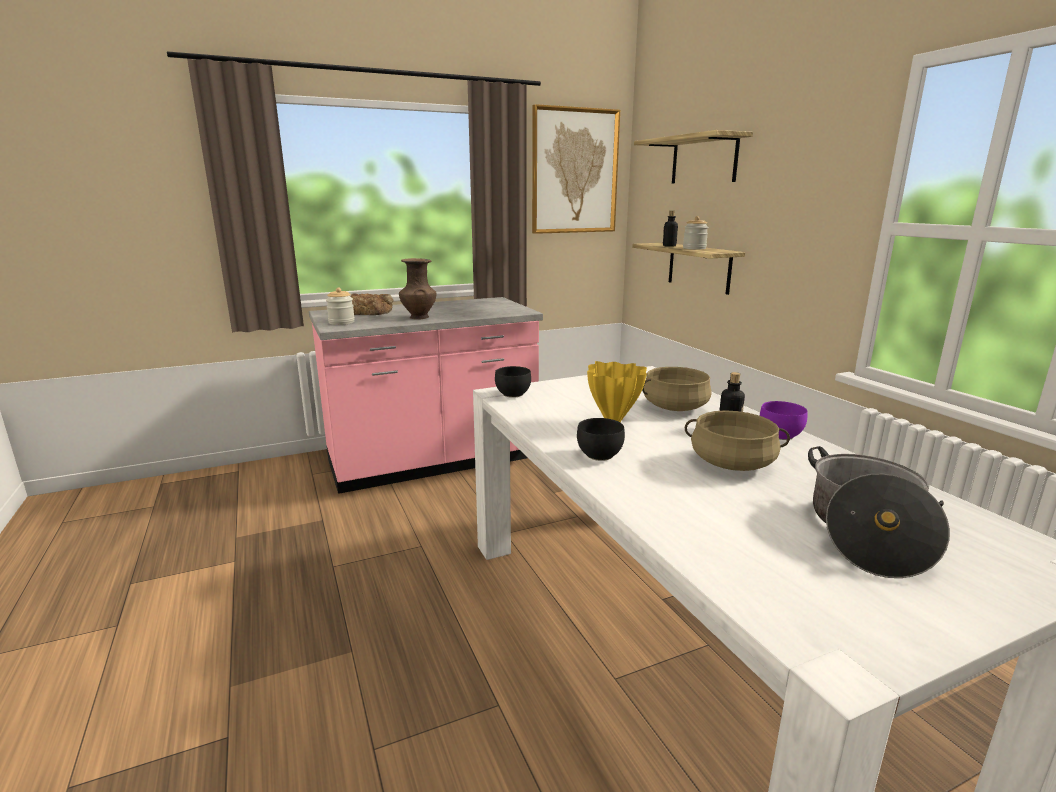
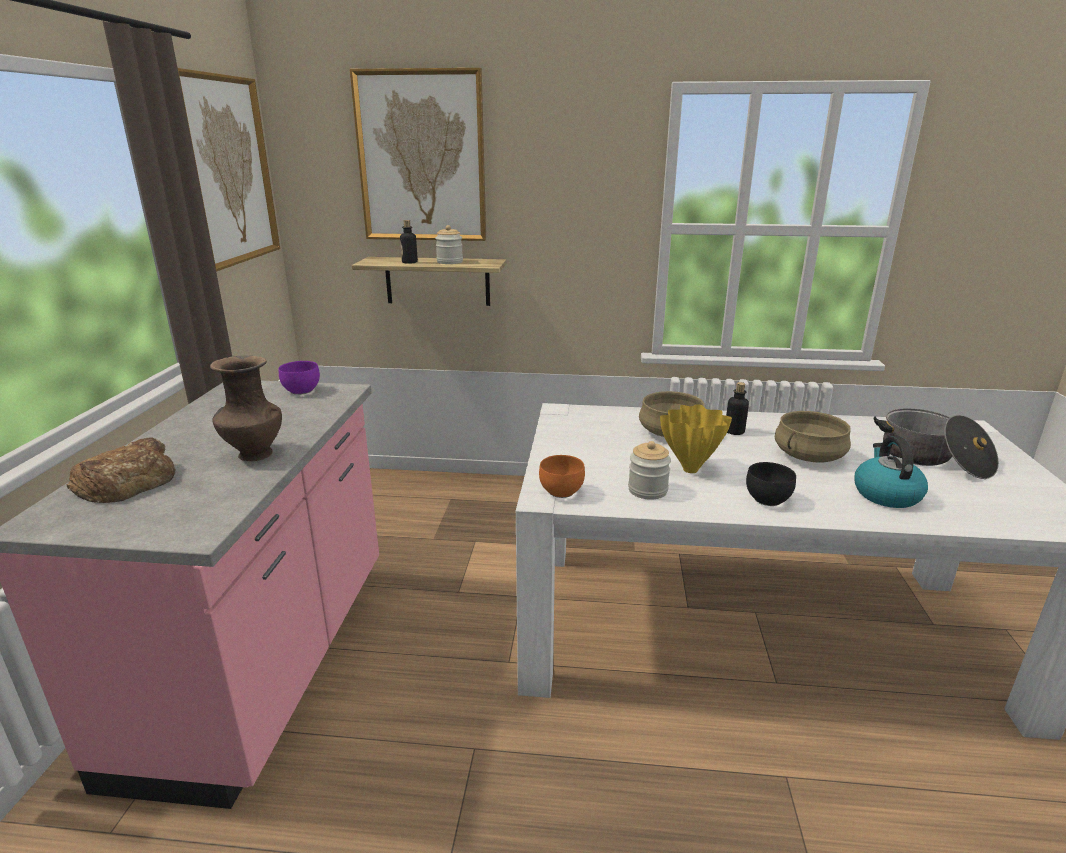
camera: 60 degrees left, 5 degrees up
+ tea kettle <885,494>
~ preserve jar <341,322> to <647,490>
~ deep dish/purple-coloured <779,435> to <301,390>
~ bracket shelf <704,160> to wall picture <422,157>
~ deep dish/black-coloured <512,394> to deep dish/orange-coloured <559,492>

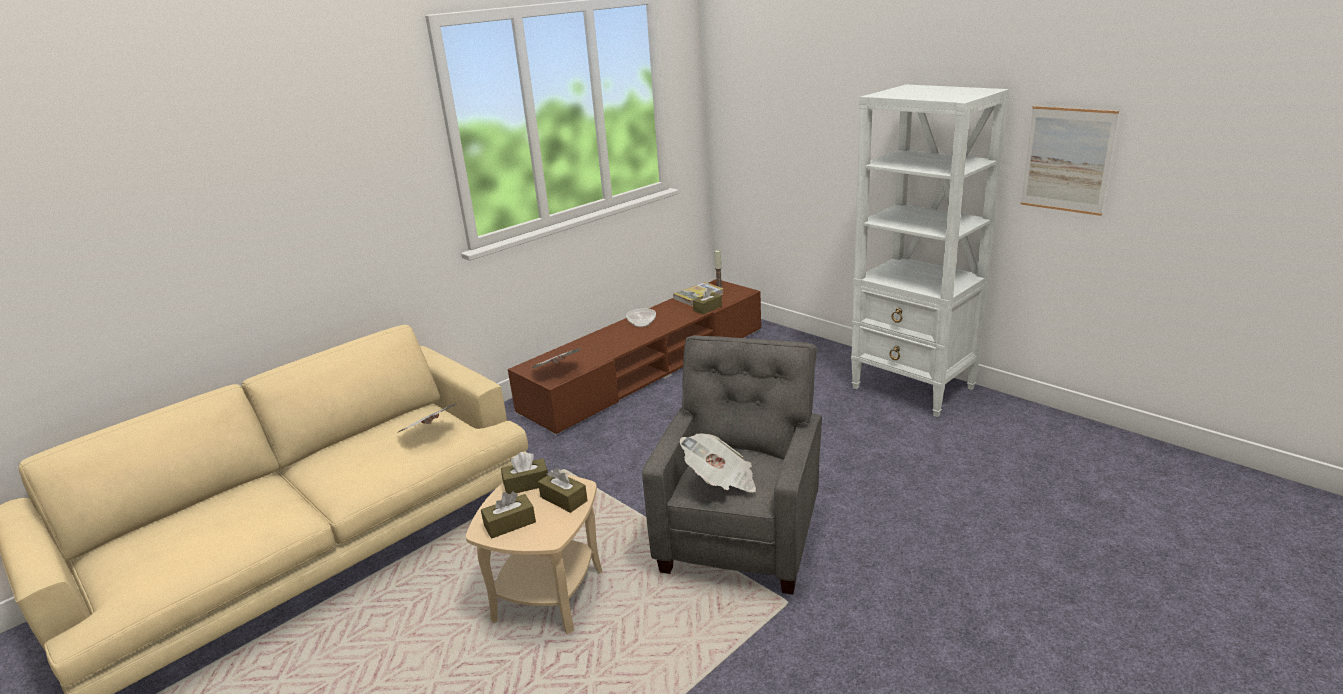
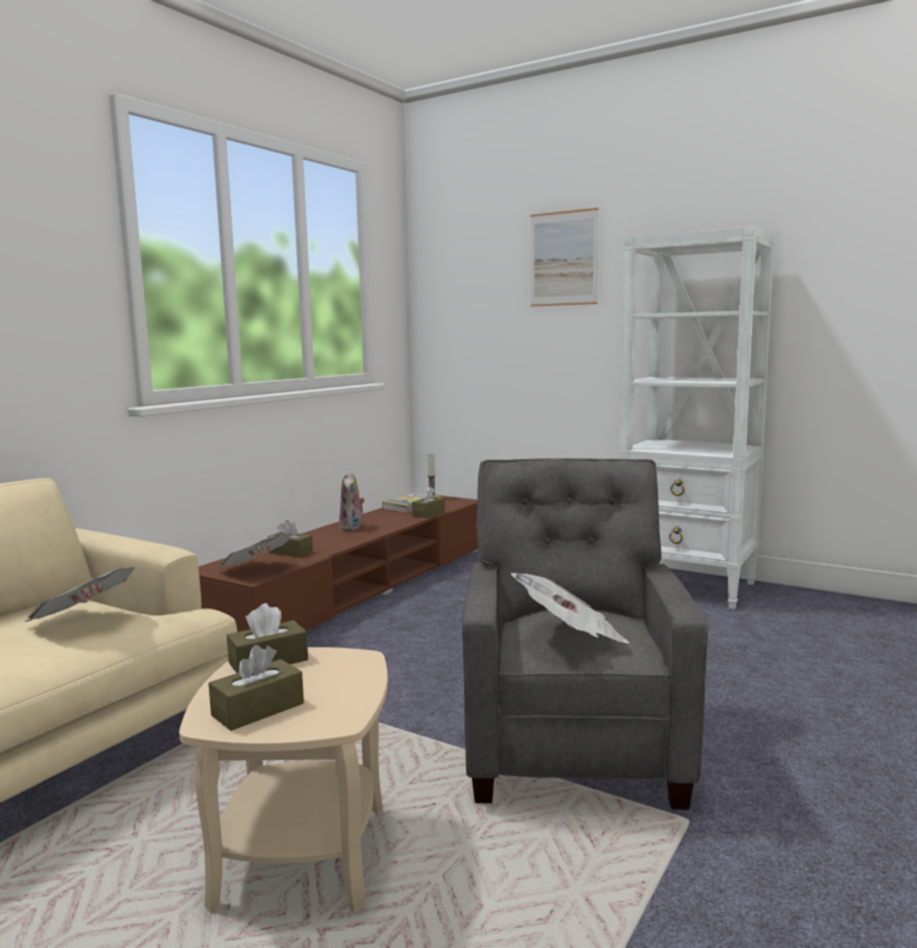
camera: 15 degrees left, 15 degrees down
~ box of tissues/brown-coloured <563,499> to <290,552>
~ wall picture <1067,160> to <563,258>
~ deep dish <641,323> to plush toy <352,527>

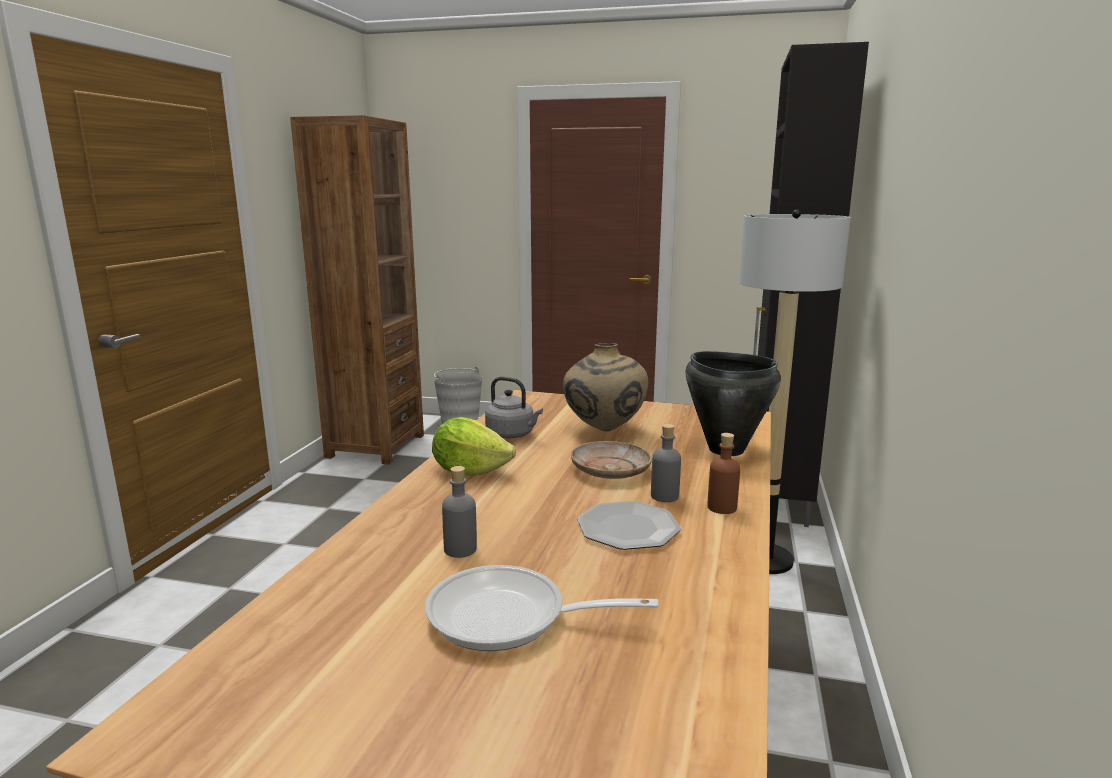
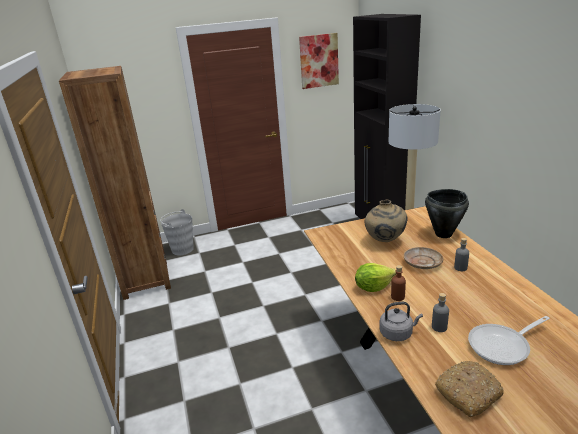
camera: 30 degrees left, 10 degrees up
- plate <628,528>
+ wall picture <319,61>
+ baked bread <468,392>
~ tea kettle/grey <512,435> to <397,333>
~ drink bottle/brown-coloured <722,507> to <397,297>

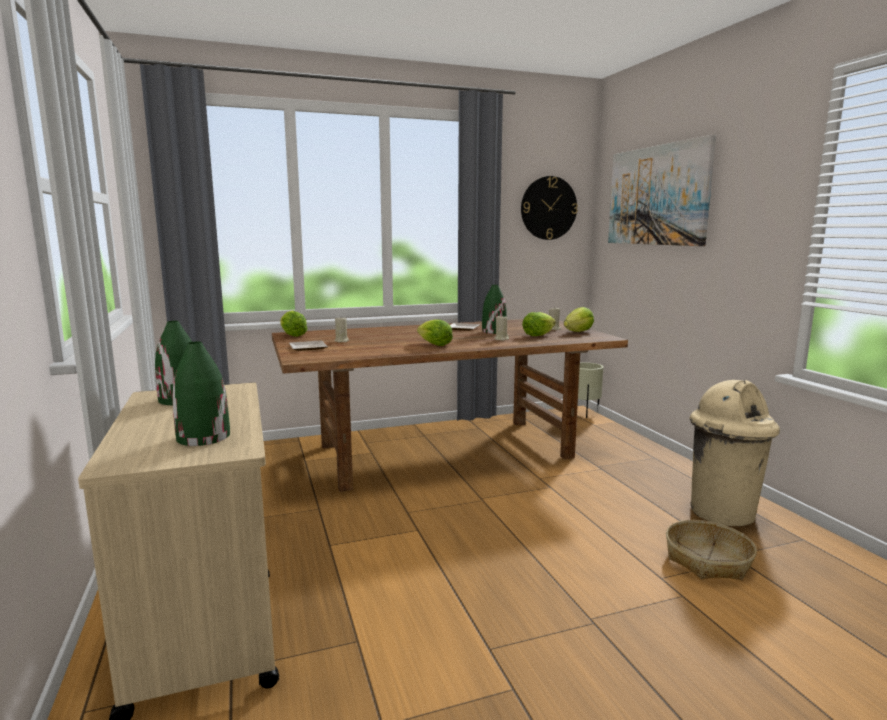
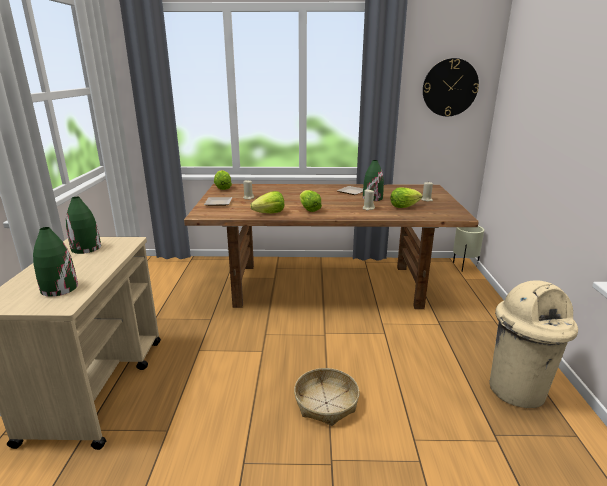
camera: 20 degrees right, 10 degrees up
- wall picture <657,196>
~ head of lettuce <578,332> to <269,213>
~ household basket <708,560> to <326,403>

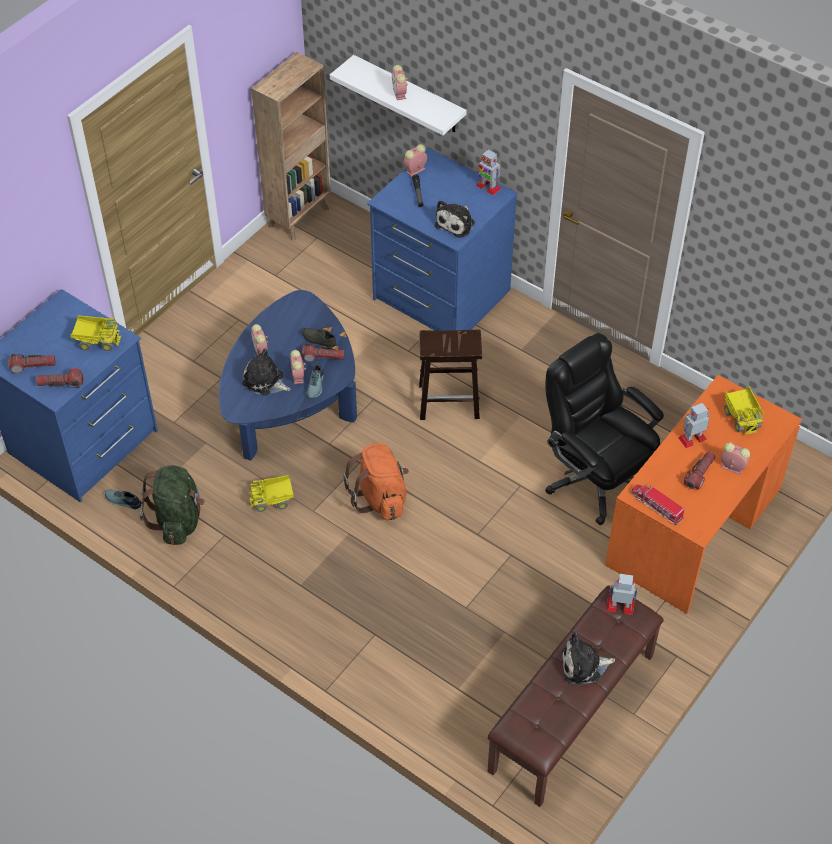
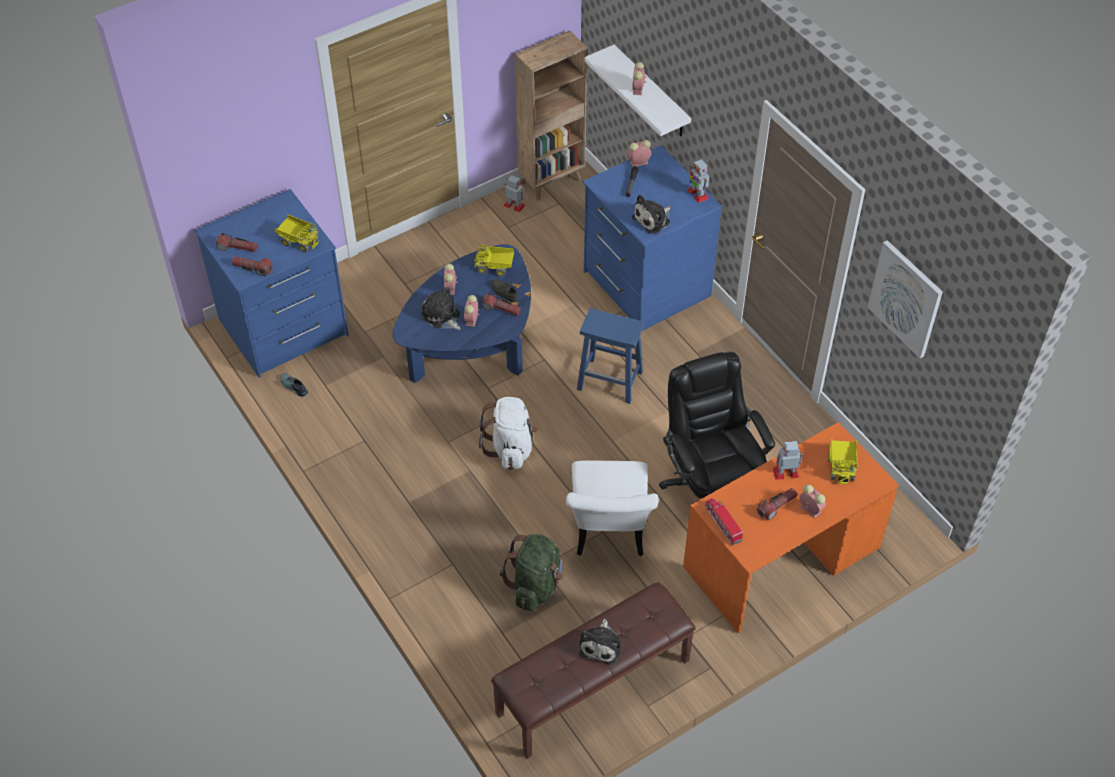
camera: 20 degrees right, 0 degrees up
- low shoe <316,385>
+ chair/white <608,533>
+ wall picture <906,298>
~ rucksack/green <178,520> to <535,585>
~ toy truck <273,500> to <495,267>
~ toy robot <620,606> to <514,205>
~ rucksack/orange-coloured <380,498> to rucksack/white <511,448>
~ sitting stool/brown-coloured <450,401> to sitting stool/bluish <611,380>
~ plush toy <584,666> = <601,645> 90 degrees counterclockwise

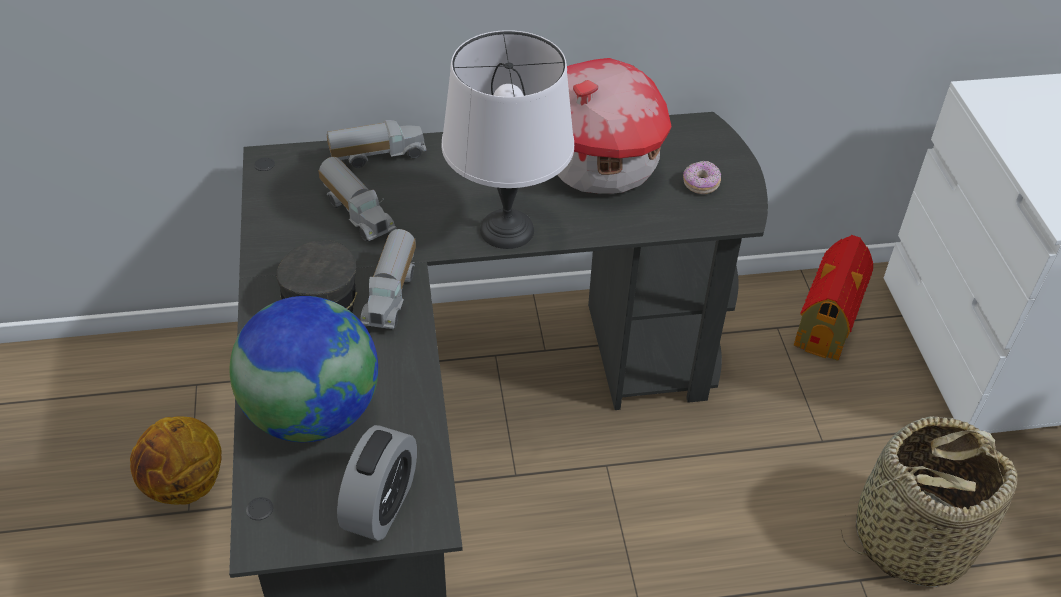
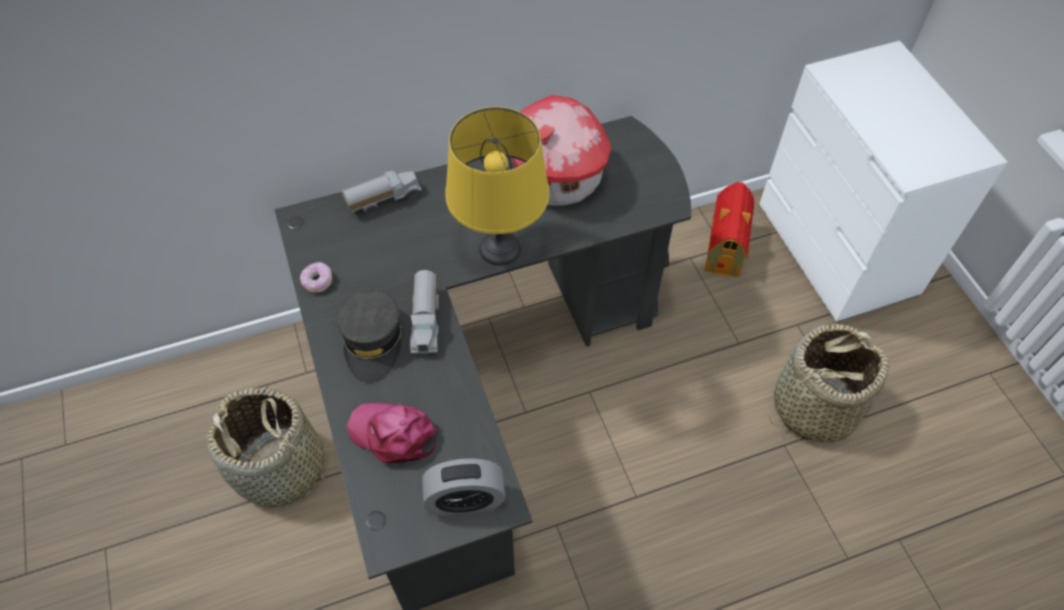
camera: 10 degrees left, 10 degrees up
- toy truck <358,213>
~ donut <700,184> to <317,281>
~ basketball ball <185,486> to household basket <281,469>
~ world globe <313,414> to baseball cap/pinkish <394,434>
~ lamp for a table/white <505,230> to lamp for a table/yellow <499,249>
~ alarm clock <381,506> = <465,500> 75 degrees clockwise

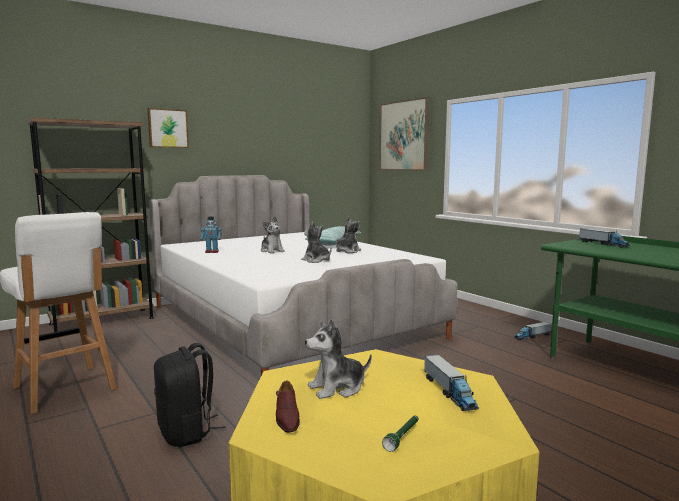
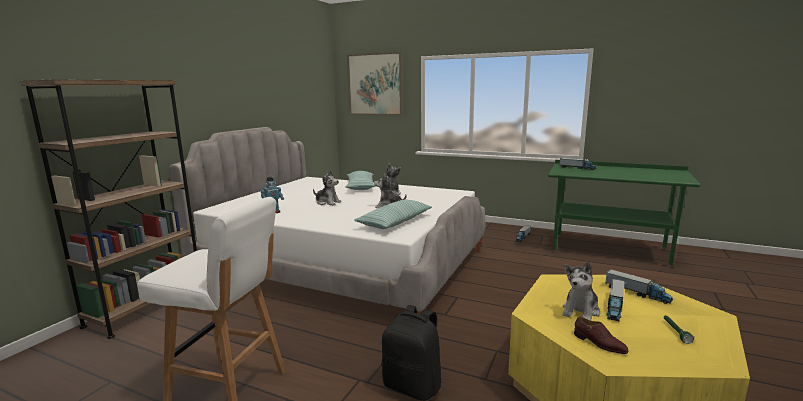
camera: 30 degrees left, 5 degrees up
- wall picture <167,128>
+ pillow <395,222>
+ toy truck <614,307>

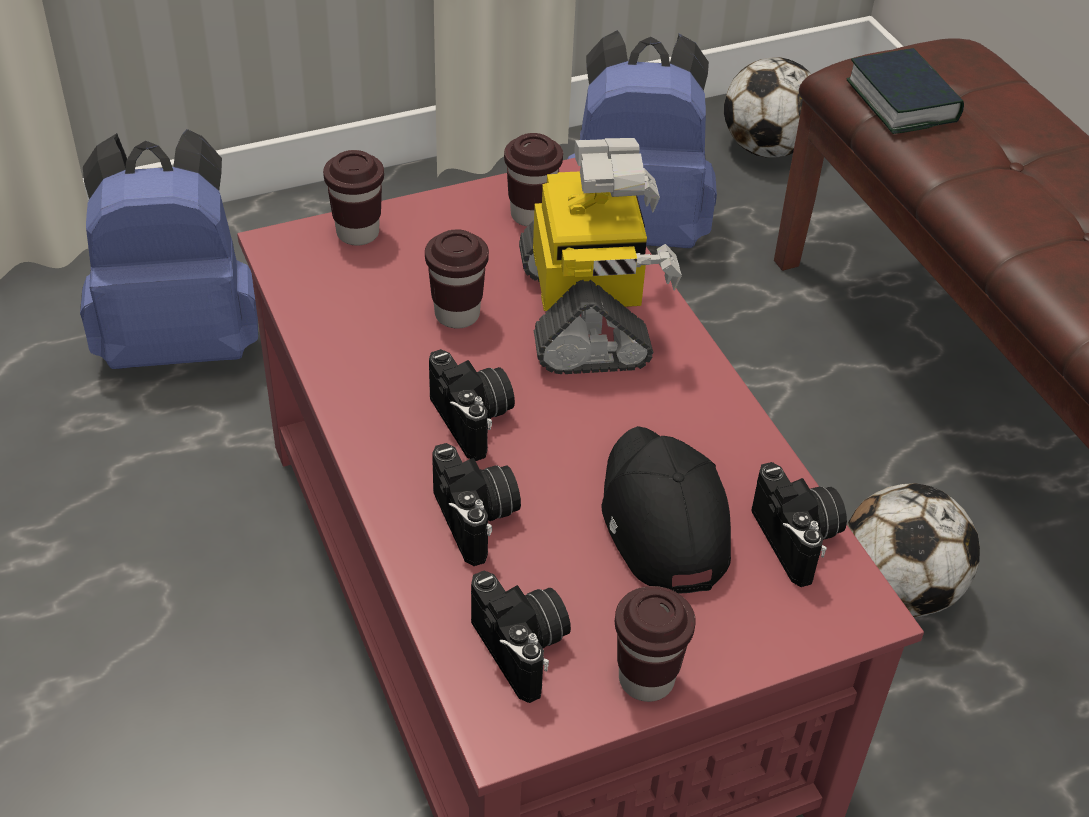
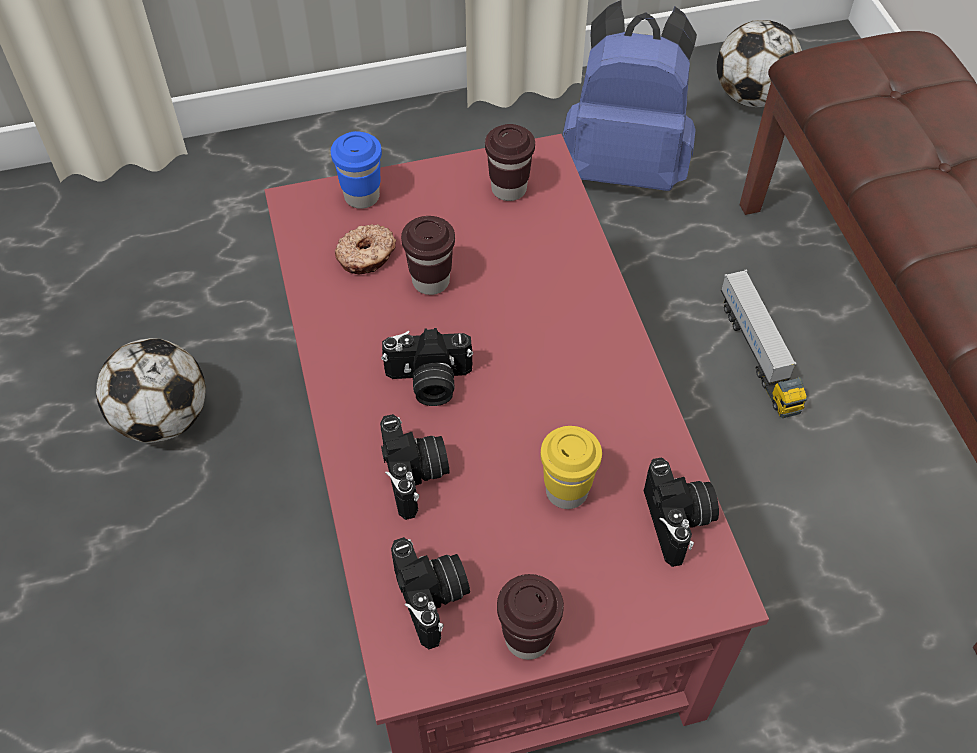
camera: 10 degrees right, 10 degrees up
- rucksack/bluish <181,341>
- toy robot <587,314>
- volume <902,101>
+ donut <367,256>
+ toy truck <758,354>
~ football ball <896,591> to <163,418>
~ baseball cap/black-coloured <661,520> to drinking cup/yellow <566,491>
~ drinking cup/brown-coloured <358,233> to drinking cup/bluish <362,196>
~ still camera <475,419> = <429,382> 105 degrees clockwise

